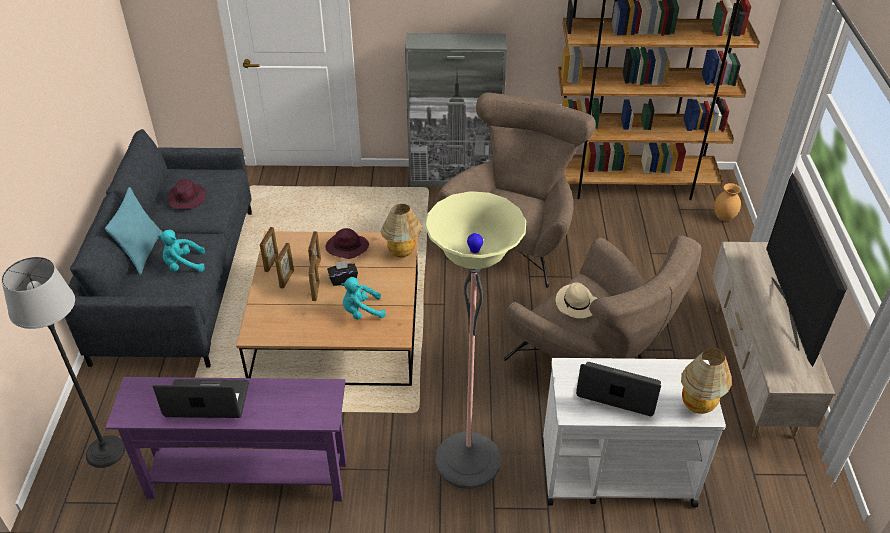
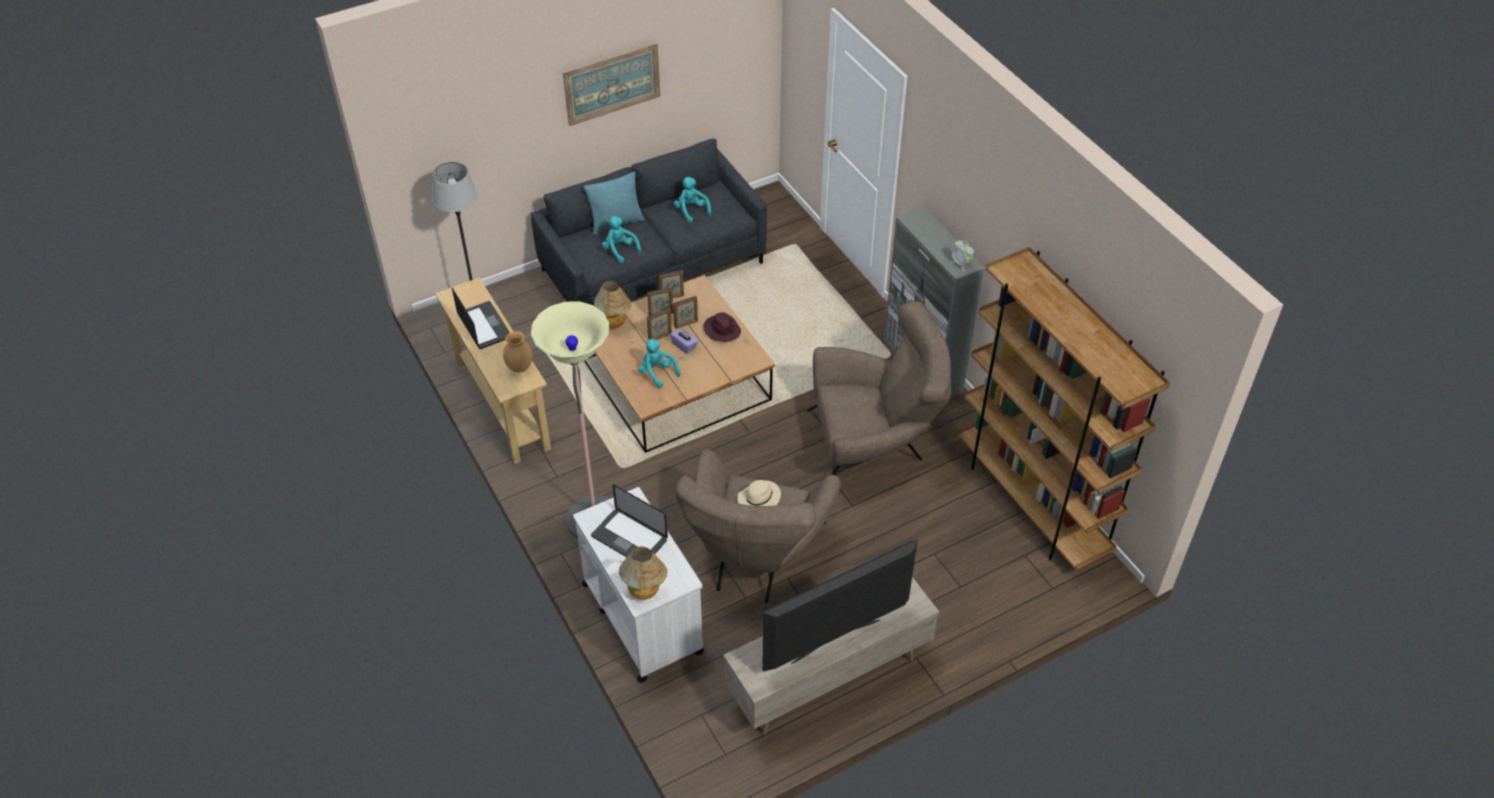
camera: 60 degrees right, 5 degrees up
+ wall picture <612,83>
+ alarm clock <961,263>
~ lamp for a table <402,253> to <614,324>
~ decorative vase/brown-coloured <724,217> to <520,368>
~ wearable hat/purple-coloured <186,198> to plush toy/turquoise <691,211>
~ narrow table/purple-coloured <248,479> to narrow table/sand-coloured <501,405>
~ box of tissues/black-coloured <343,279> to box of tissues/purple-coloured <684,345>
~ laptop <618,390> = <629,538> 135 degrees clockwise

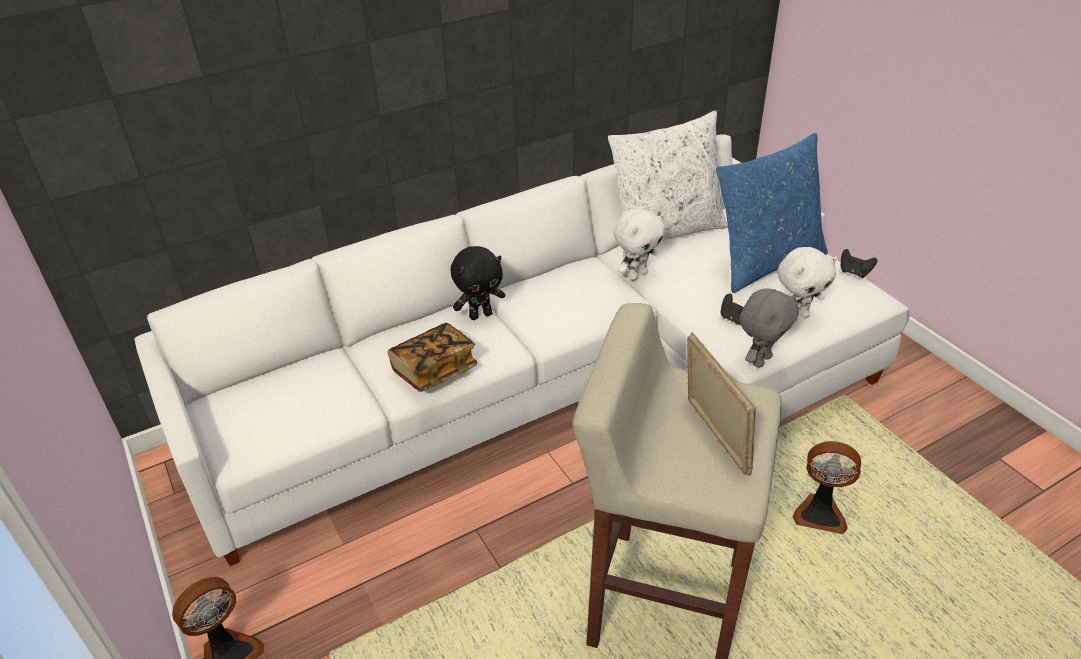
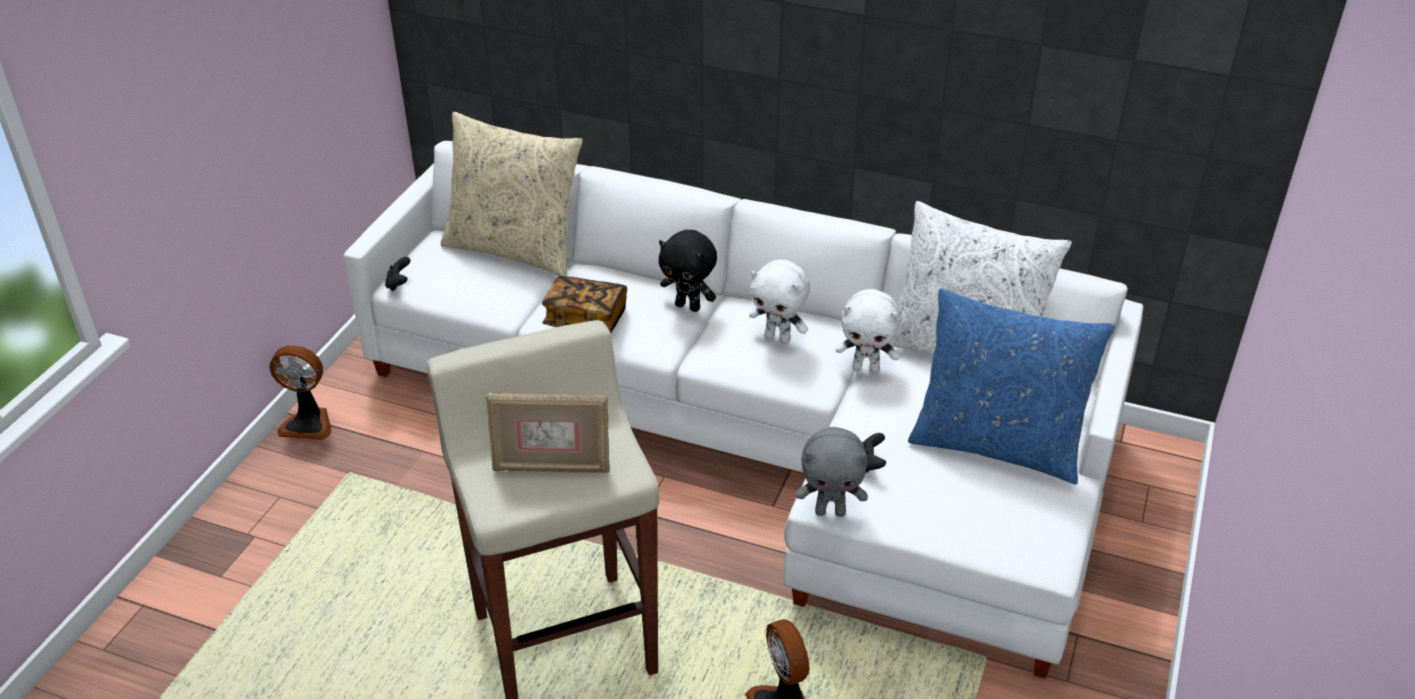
camera: 50 degrees right, 0 degrees up
+ pillow/sand-coloured <515,249>
~ plush toy/white <797,317> to <778,338>
~ joypad/black-coloured <854,272> to <399,284>
~ standing frame <714,437> = <551,467> 60 degrees clockwise

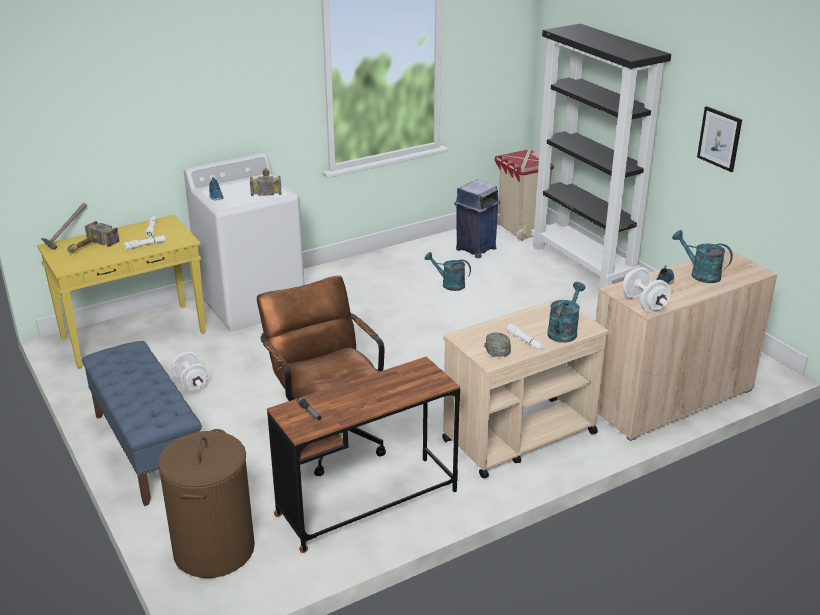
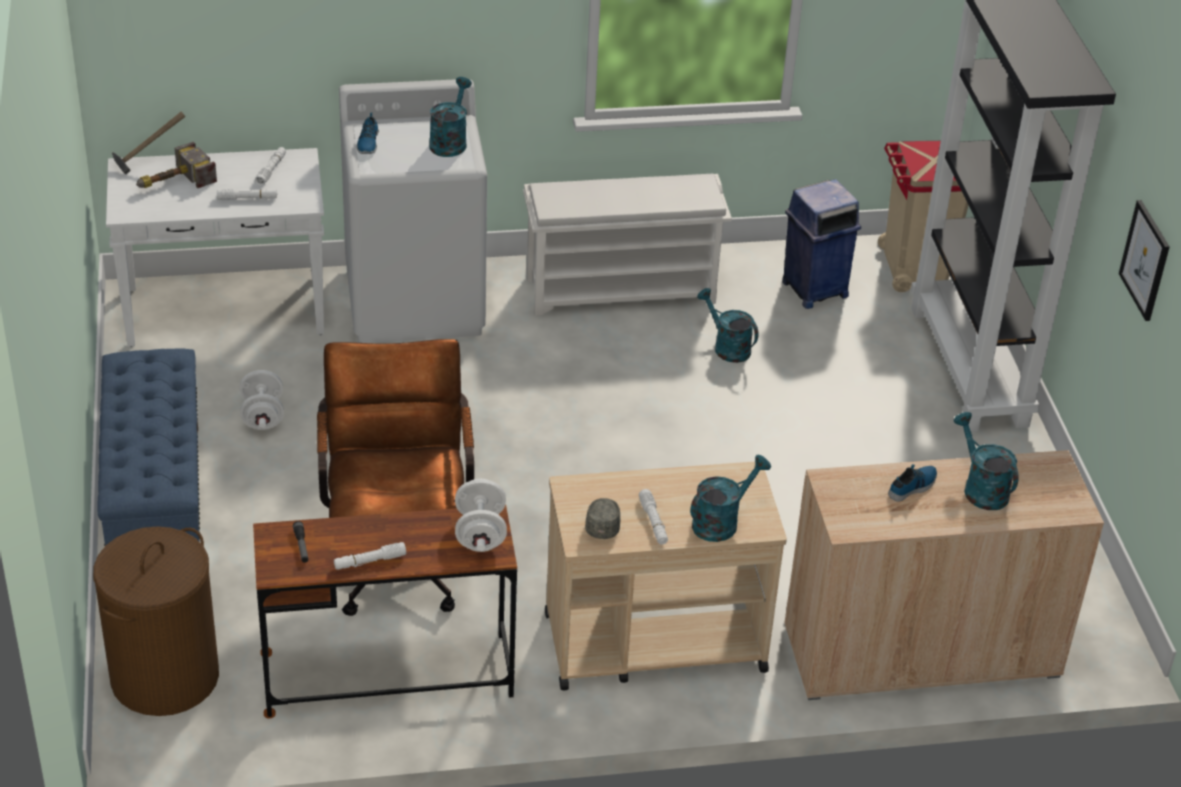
camera: 20 degrees right, 10 degrees up
+ flashlight/white <369,561>
+ shoe shelf/white <622,289>
~ dumbbell/white <644,303> to <480,533>
~ hand hammer <266,186> to sprinkling can/turquoise <450,141>
~ narrow table/yellow <134,335> to narrow table/white <227,311>

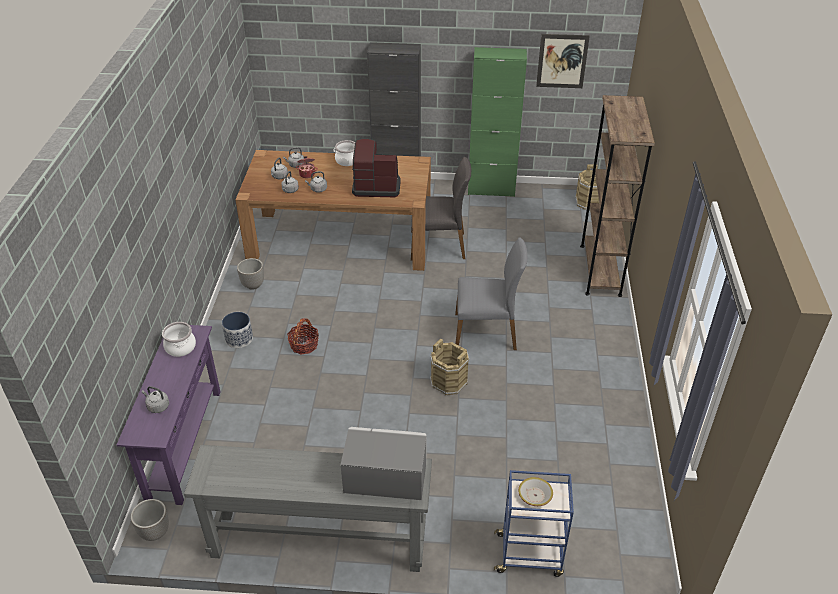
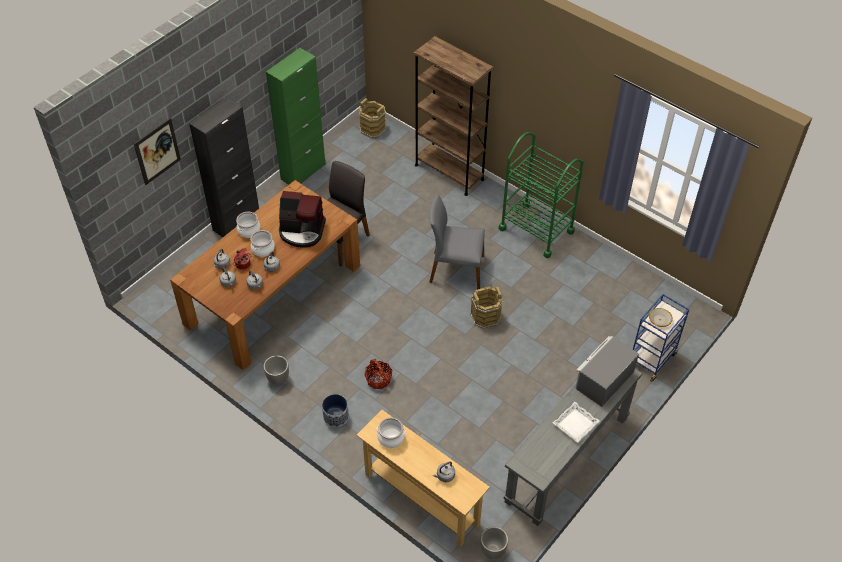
camera: 55 degrees left, 10 degrees up
+ stockpot <263,249>
+ wheeled cart/green <536,230>
+ carrying tray/white <575,424>
~ wall picture <562,61> to <157,151>
~ narrow table/purple-coloured <184,443> to narrow table/sand-coloured <421,499>
~ coffee maker <376,186> = <302,231> 120 degrees counterclockwise
~ chair/grey <486,332> = <456,269> 120 degrees counterclockwise

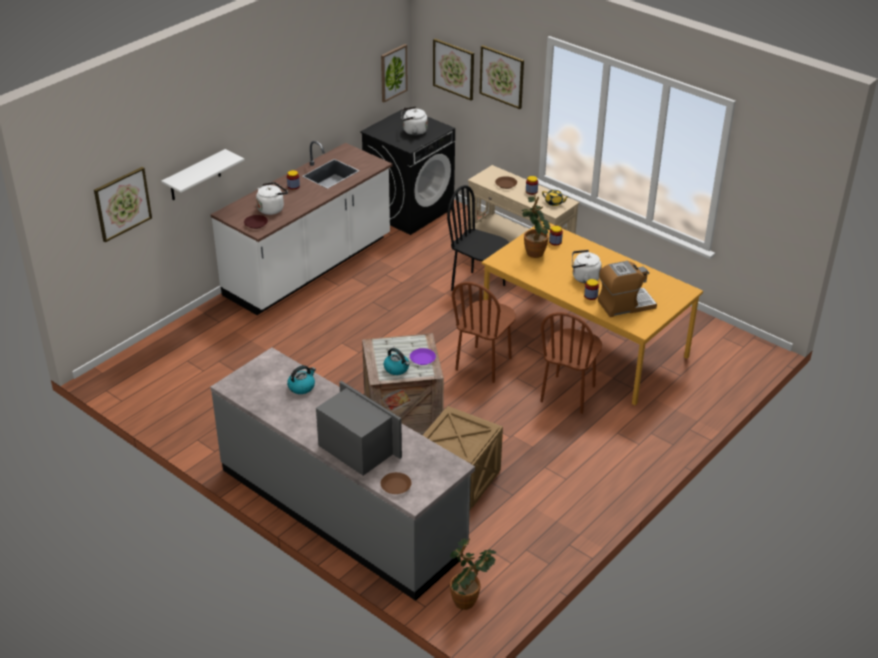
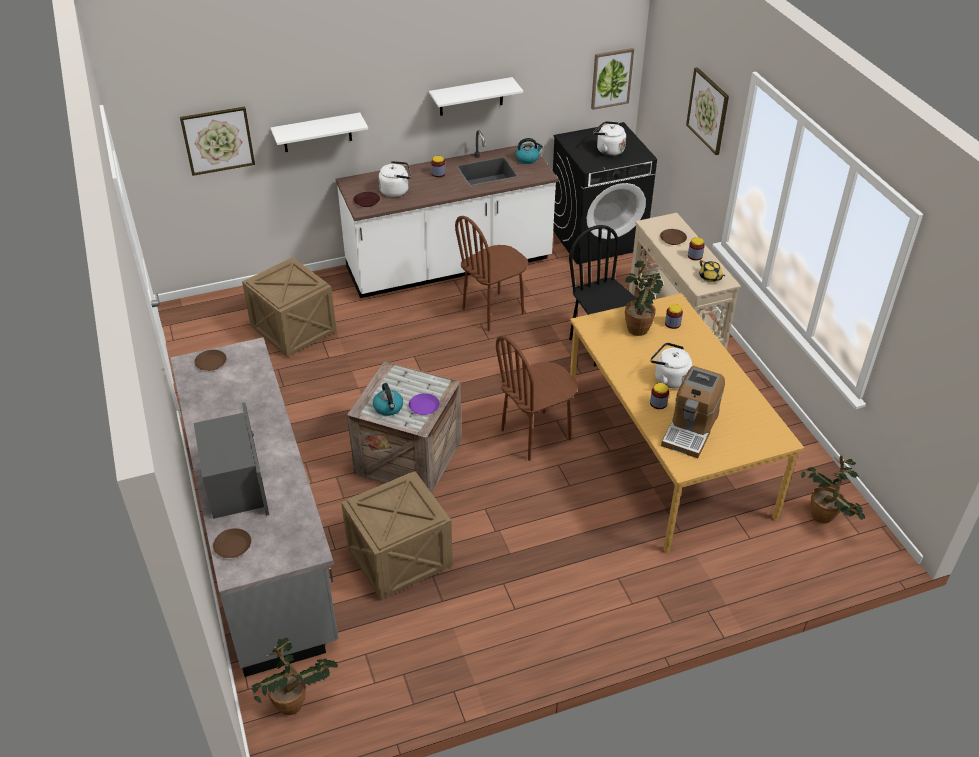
camera: 30 degrees right, 5 degrees up
- wall picture <454,69>
+ plate/brown-coloured <211,363>
+ packing crate <293,329>
+ bracket shelf/white <471,96>
+ houseplant <825,519>
~ tea kettle <301,387> to <527,159>
~ chair/brown-coloured <568,394> to <493,311>
~ coffee maker <625,305> = <690,429> 105 degrees clockwise

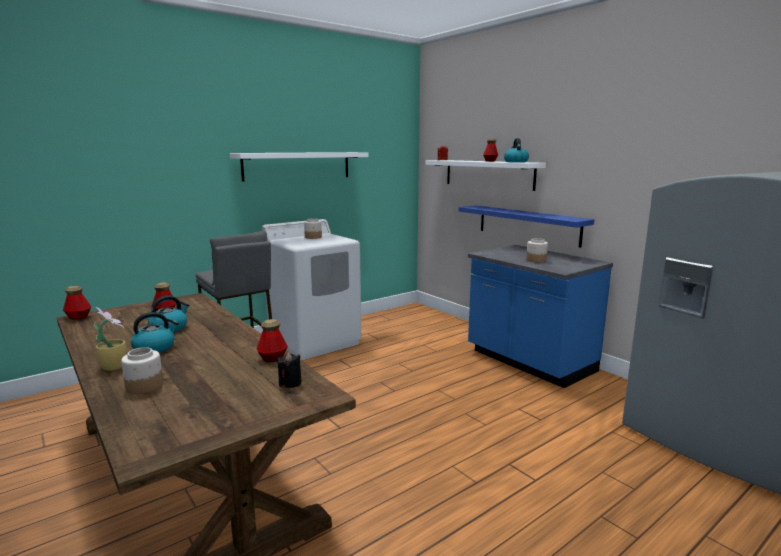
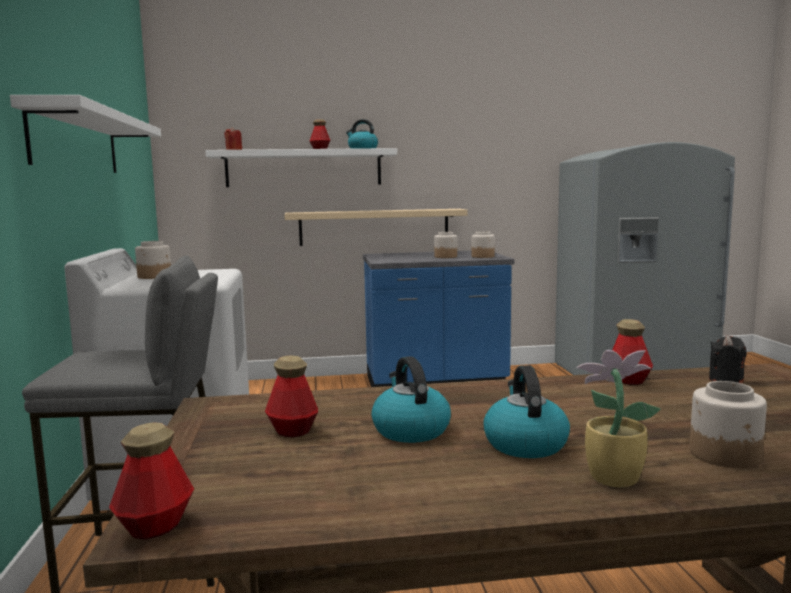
camera: 60 degrees left, 5 degrees down
+ preserve jar <483,256>
~ bracket shelf/bluish <527,224> to bracket shelf/sand-coloured <374,227>

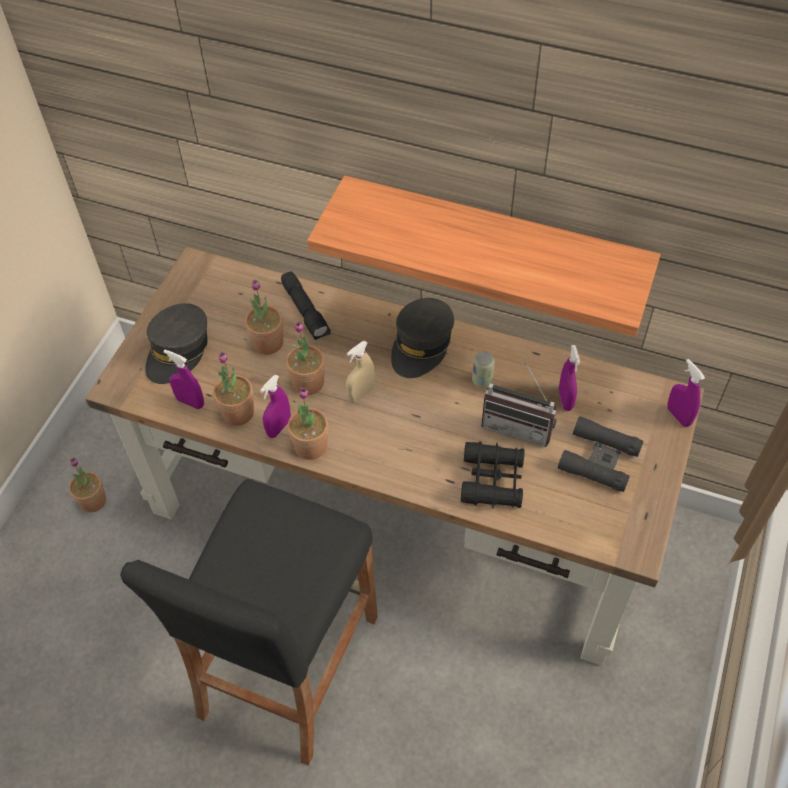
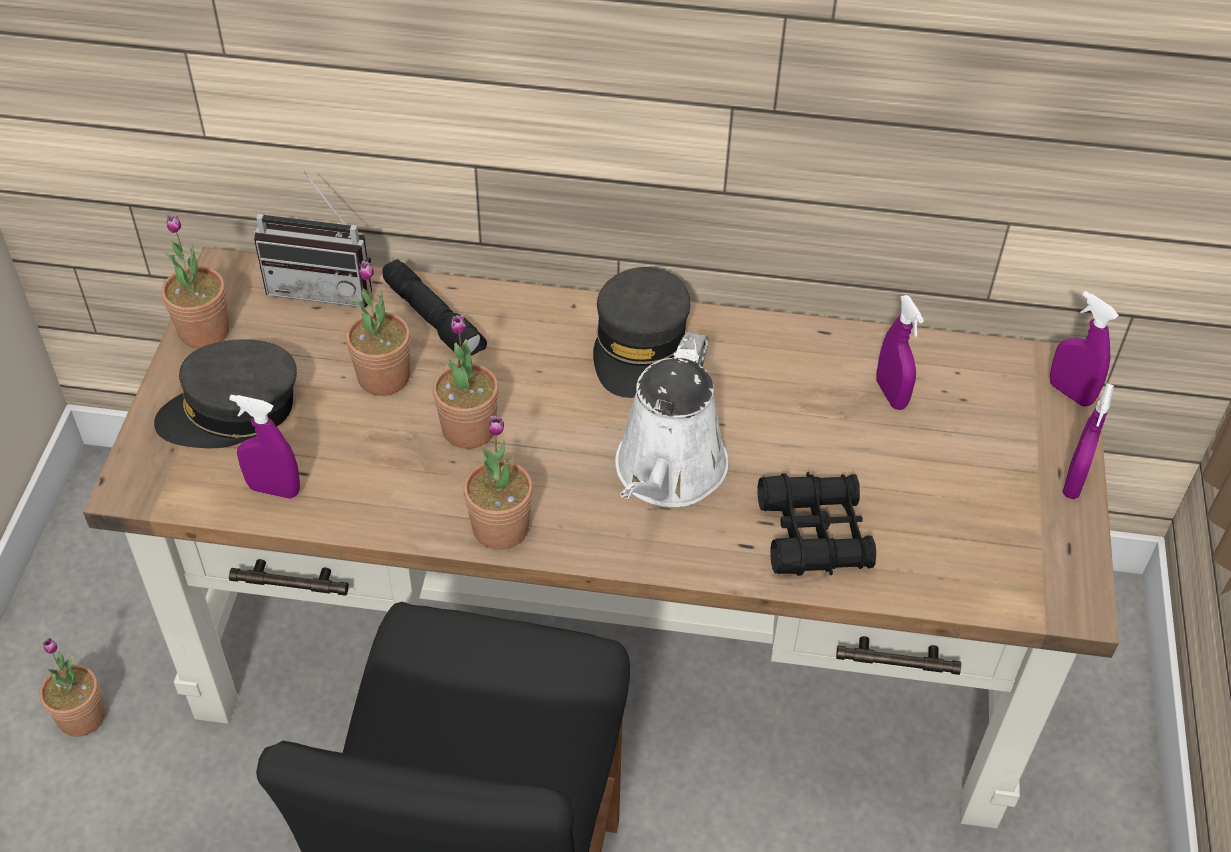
camera: 15 degrees left, 5 degrees down
- bracket shelf <494,241>
- sprayer/sand-coloured <361,394>
- metal can <482,380>
- field glasses/black-coloured <599,459>
+ sprinkling can/white <667,473>
~ houseplant <238,412> to <204,331>
~ sprayer/purple-coloured <279,428> to <1073,482>
~ radio set <519,425> to <324,286>
~ baseball cap/grey <178,351> = <232,411> 60 degrees clockwise

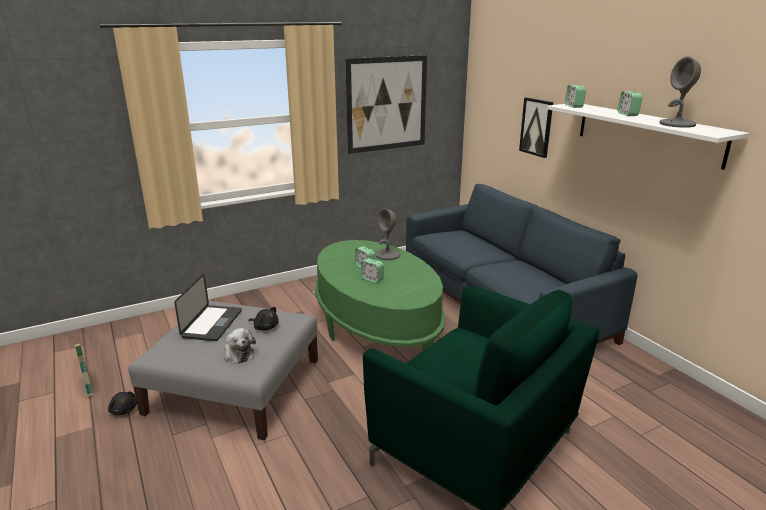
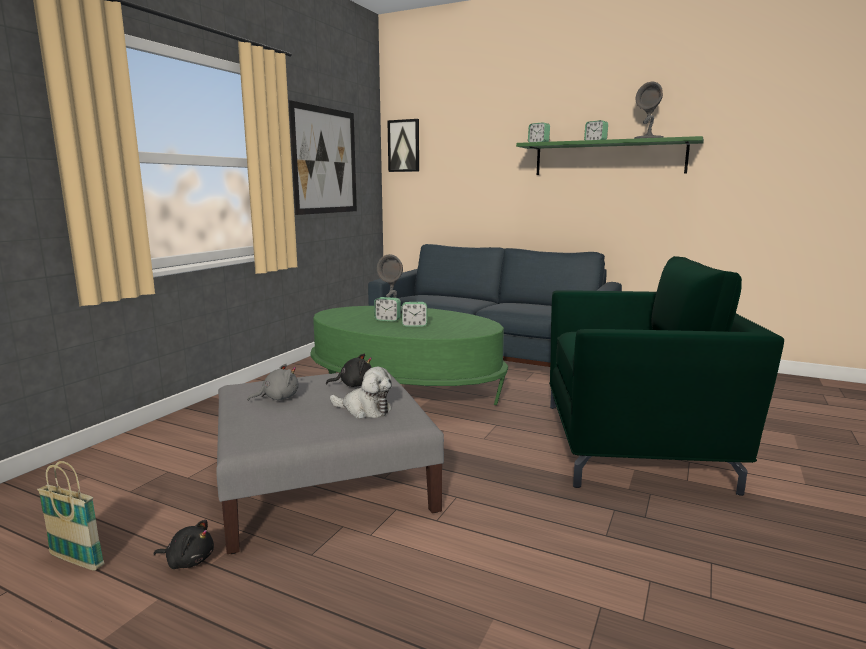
camera: 35 degrees left, 10 degrees down
~ wall picture <536,127> to <404,146>
~ laptop <212,324> to plush toy/grey <278,398>
~ bracket shelf/white <647,133> to bracket shelf/green <608,158>

